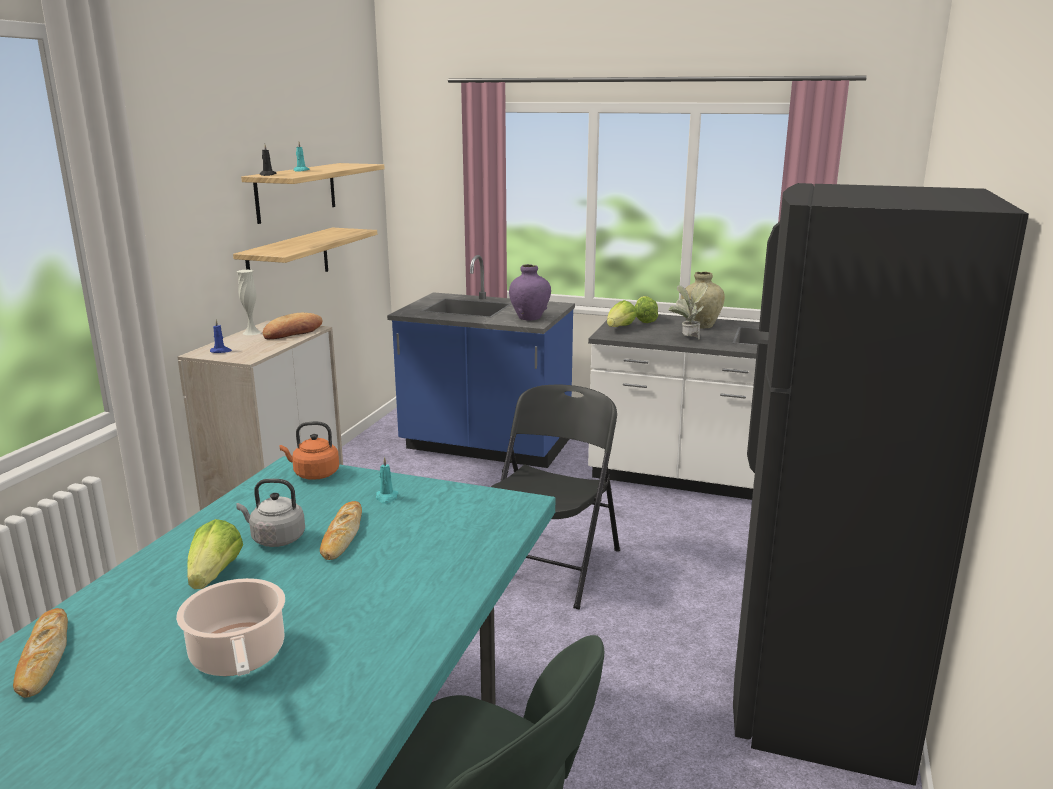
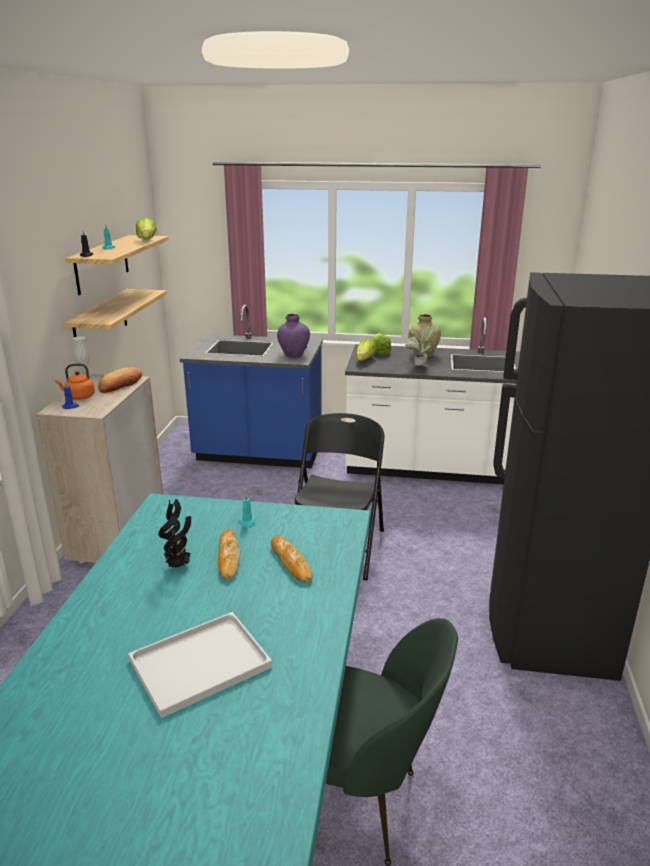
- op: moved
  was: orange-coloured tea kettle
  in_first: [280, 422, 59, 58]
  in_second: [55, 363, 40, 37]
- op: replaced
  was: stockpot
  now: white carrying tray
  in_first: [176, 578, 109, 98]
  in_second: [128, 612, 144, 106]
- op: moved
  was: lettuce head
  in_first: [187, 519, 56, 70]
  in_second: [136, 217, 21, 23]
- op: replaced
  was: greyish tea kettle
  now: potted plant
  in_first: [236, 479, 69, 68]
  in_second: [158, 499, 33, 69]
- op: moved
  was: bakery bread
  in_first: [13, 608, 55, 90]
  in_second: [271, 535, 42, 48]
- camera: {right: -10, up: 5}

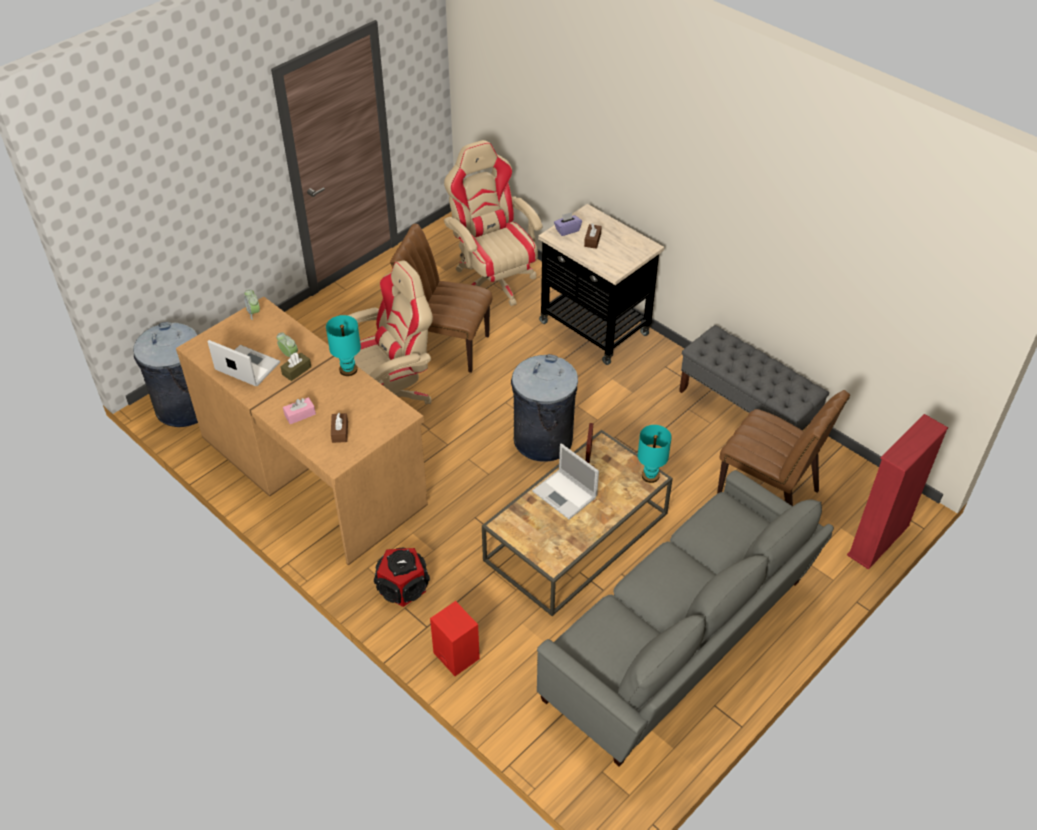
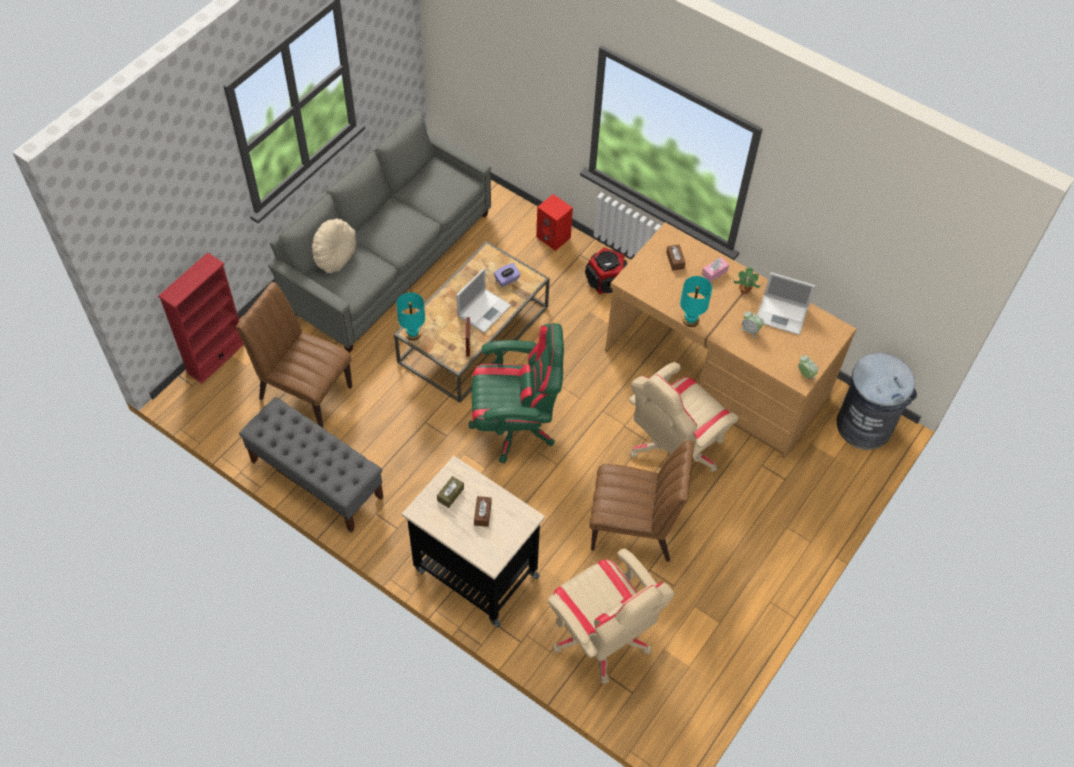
- op: added
  now: sand-coloured cushion
  in_second: [312, 219, 44, 54]
- op: moved
  was: brown tissue box
  in_first: [280, 353, 31, 28]
  in_second: [437, 476, 27, 32]
- op: turned
  was: notebook computer
  in_first: [532, 443, 67, 77]
  in_second: [456, 268, 55, 65]
  clockwise: 90
- op: replaced
  was: greyish waste bin
  now: greenish desk chair
  in_first: [511, 354, 67, 107]
  in_second: [469, 323, 95, 140]
- op: moved
  was: purple-coloured tissue box
  in_first: [554, 212, 28, 24]
  in_second: [494, 263, 27, 24]
- op: added
  now: potted plant
  in_second: [733, 267, 29, 27]
- camera: {right: 170, up: 10}

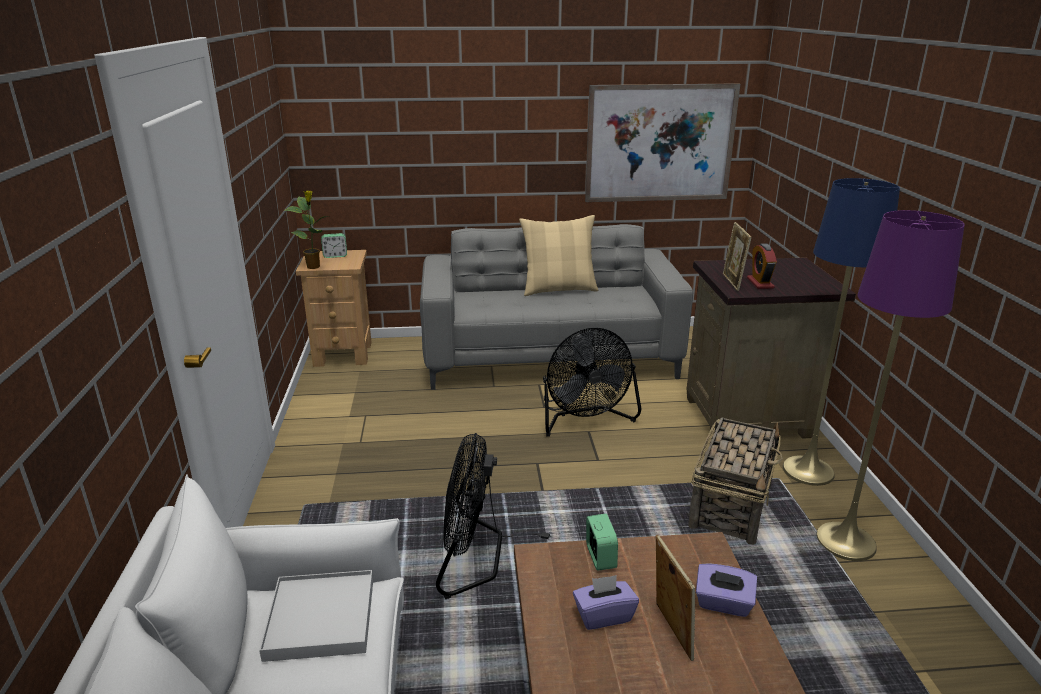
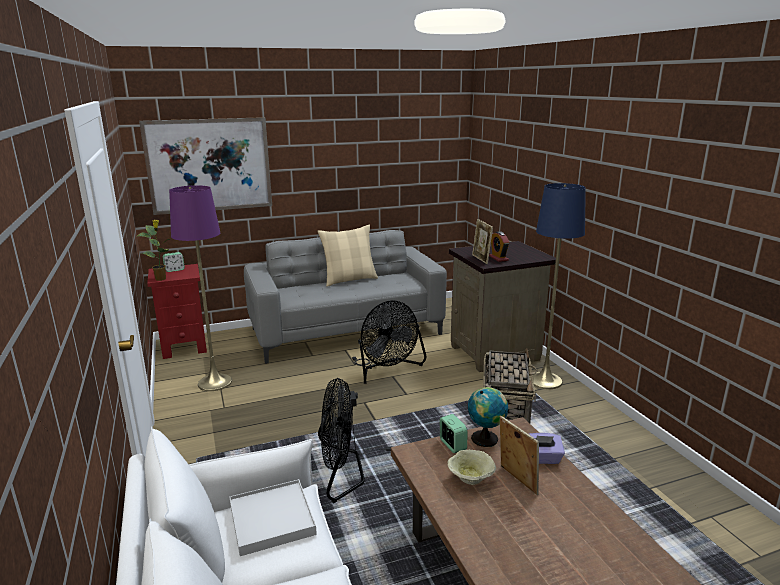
- op: moved
  was: wall art
  in_first: [585, 83, 155, 119]
  in_second: [139, 117, 133, 98]
- op: recoloured
  was: sand-coloured bedside table
  now: red bedside table
  in_first: [296, 250, 76, 117]
  in_second: [147, 264, 60, 95]
- op: moved
  was: purple-coloured standard lamp
  in_first: [817, 210, 148, 351]
  in_second: [169, 185, 63, 206]
- op: replaced
  was: purple-coloured tissue box
  now: sand-coloured deep dish
  in_first: [573, 575, 66, 55]
  in_second: [447, 450, 49, 35]
- op: added
  now: globe
  in_second: [468, 387, 40, 60]
- camera: {right: -15, up: -5}

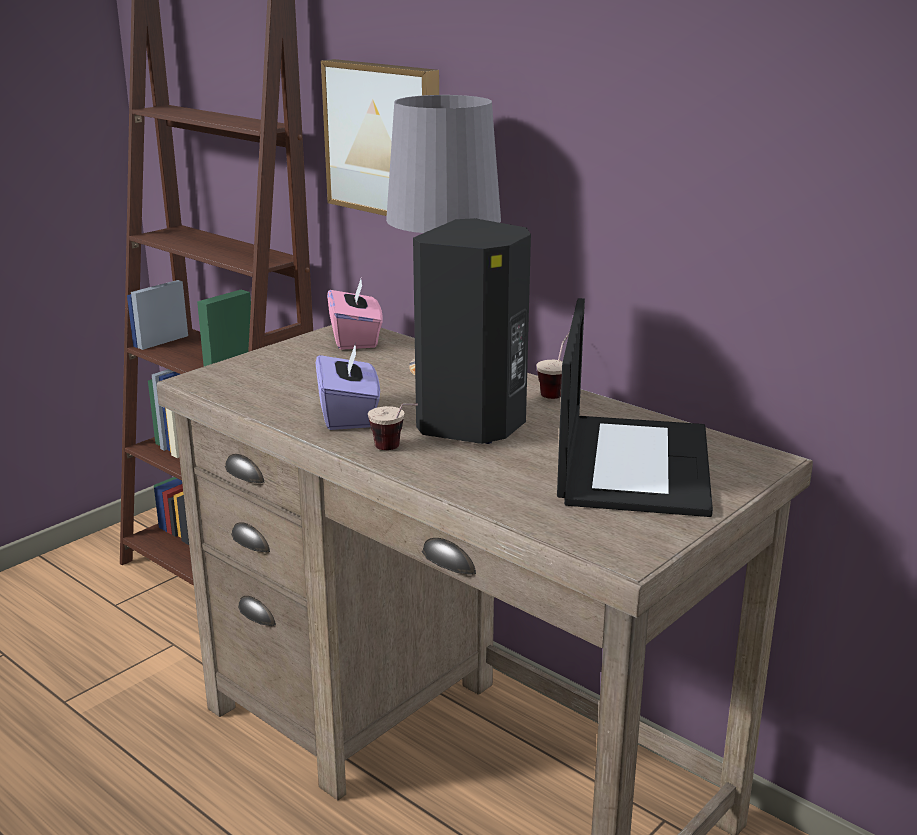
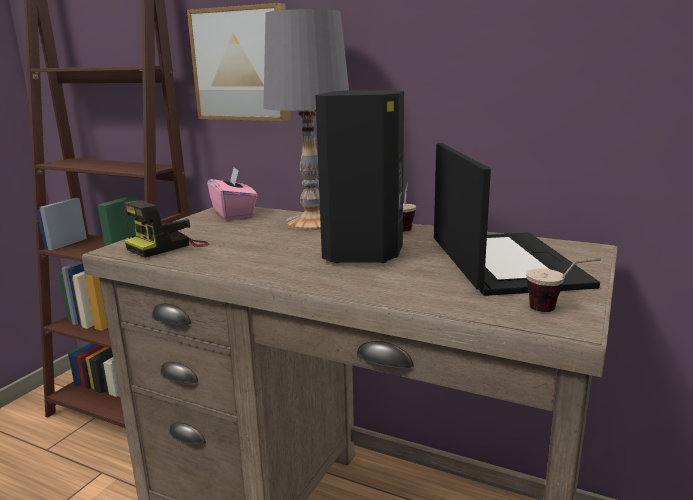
- op: added
  now: photo camera
  in_second: [124, 200, 85, 58]
- op: moved
  was: small cup
  in_first: [368, 403, 50, 47]
  in_second: [526, 258, 75, 54]
- op: removed
  was: purple-coloured tissue box
  in_first: [316, 342, 64, 88]
- camera: {right: -15, up: -5}

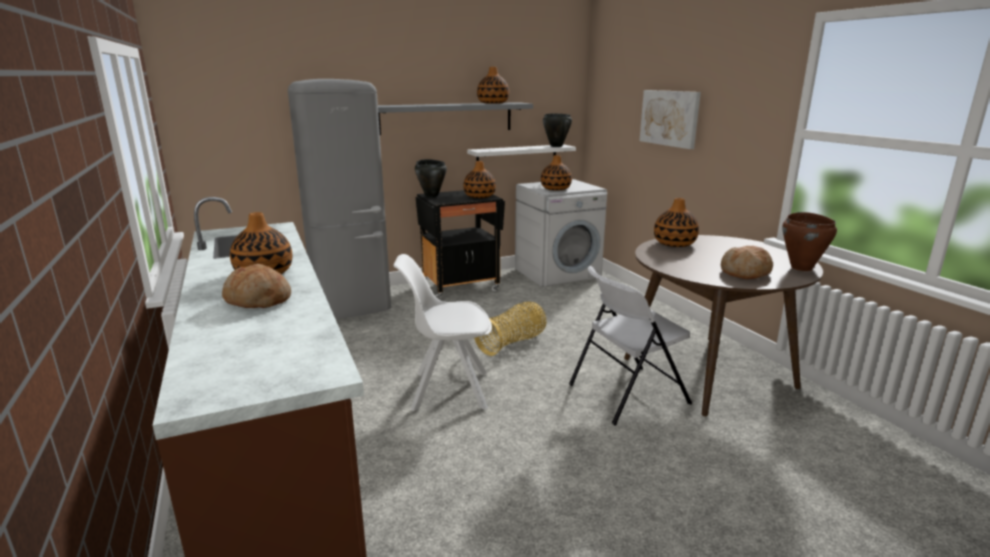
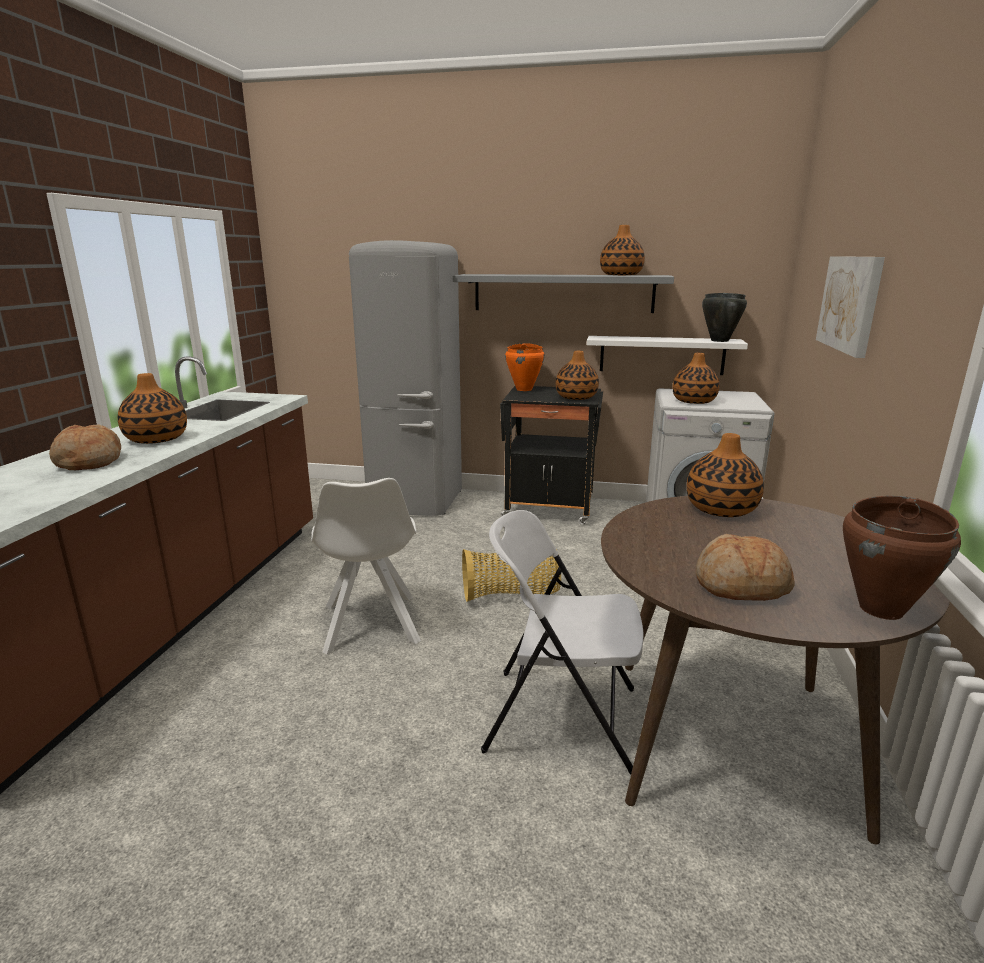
- op: turned
  was: white plain chair
  in_first: [393, 254, 99, 157]
  in_second: [311, 478, 110, 177]
  clockwise: -135
- op: recoloured
  was: blackish stockpot
  now: orange-coloured stockpot
  in_first: [415, 159, 32, 38]
  in_second: [505, 343, 40, 48]
- camera: {right: 35, up: 0}

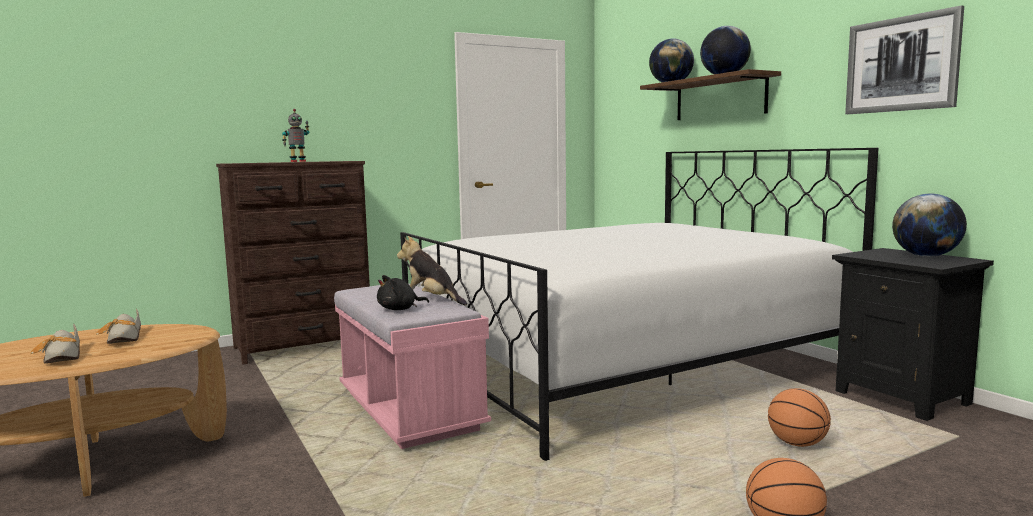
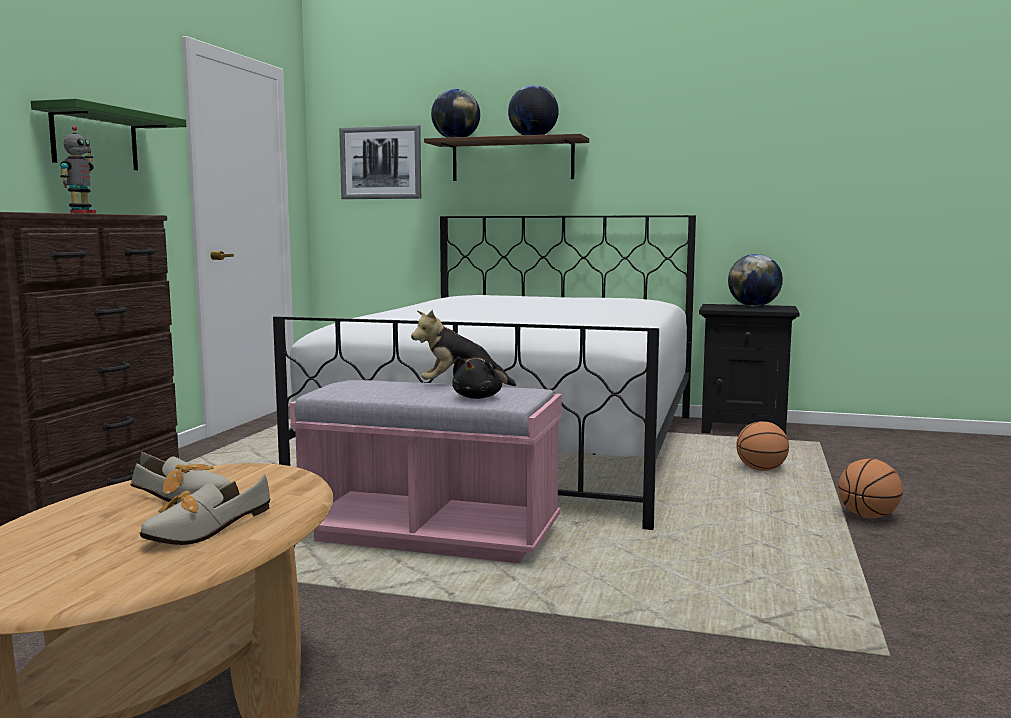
- op: added
  now: greenish shelf
  in_second: [31, 99, 155, 71]
- op: turned
  was: low shoe
  in_first: [30, 324, 50, 40]
  in_second: [139, 475, 131, 70]
  clockwise: 105
- op: moved
  was: wall art
  in_first: [845, 5, 119, 109]
  in_second: [339, 125, 82, 74]
- camera: {right: -45, up: 0}

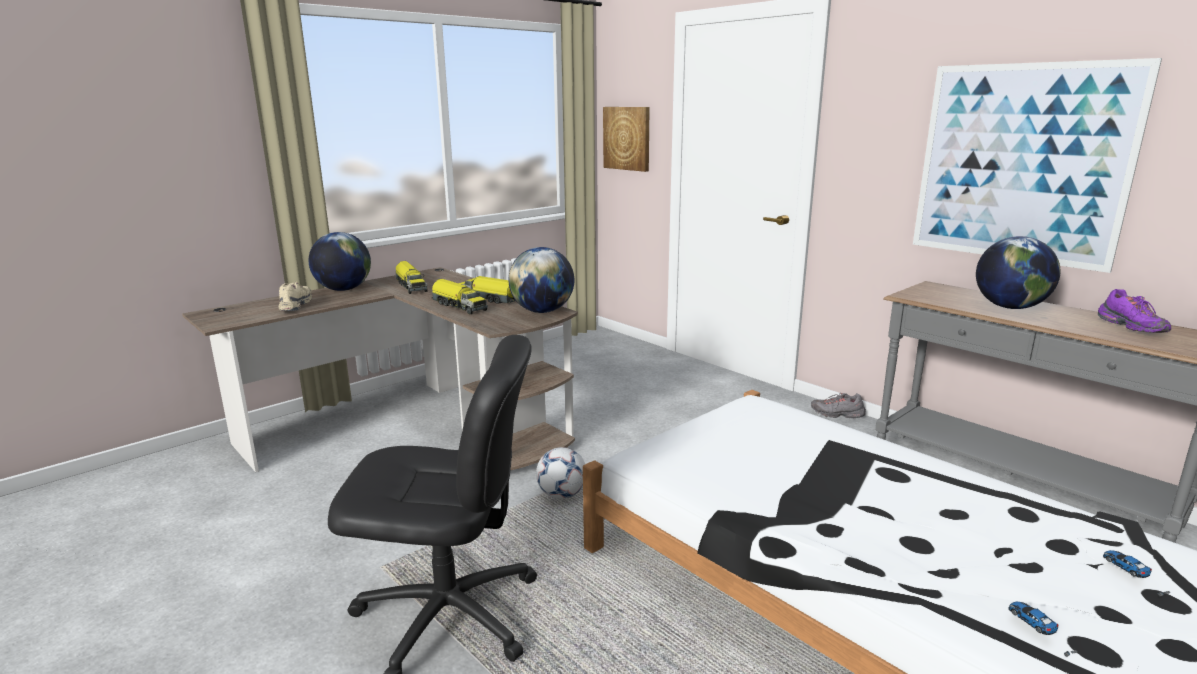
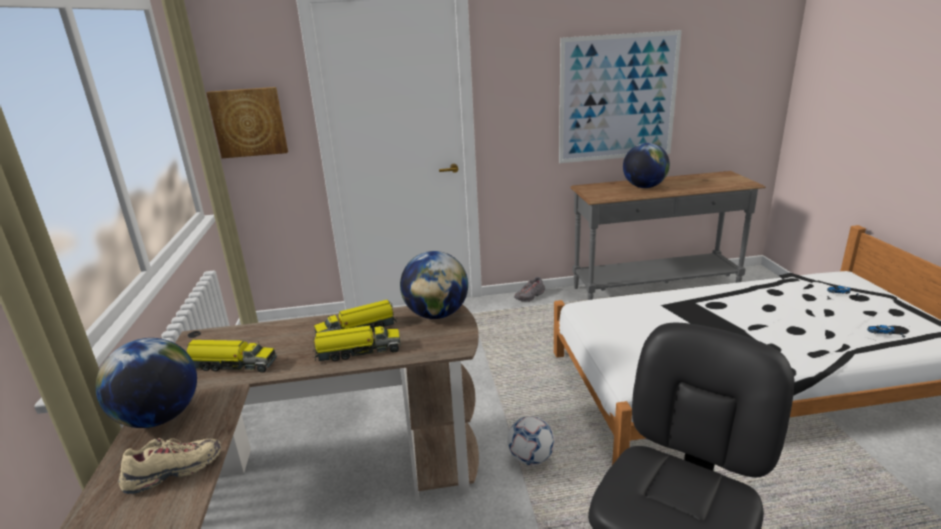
- op: turned
  was: sand-coloured low shoe
  in_first: [278, 282, 34, 29]
  in_second: [118, 438, 103, 56]
  clockwise: 120
- op: removed
  was: purple-coloured low shoe
  in_first: [1098, 289, 73, 44]
- camera: {right: -55, up: 5}

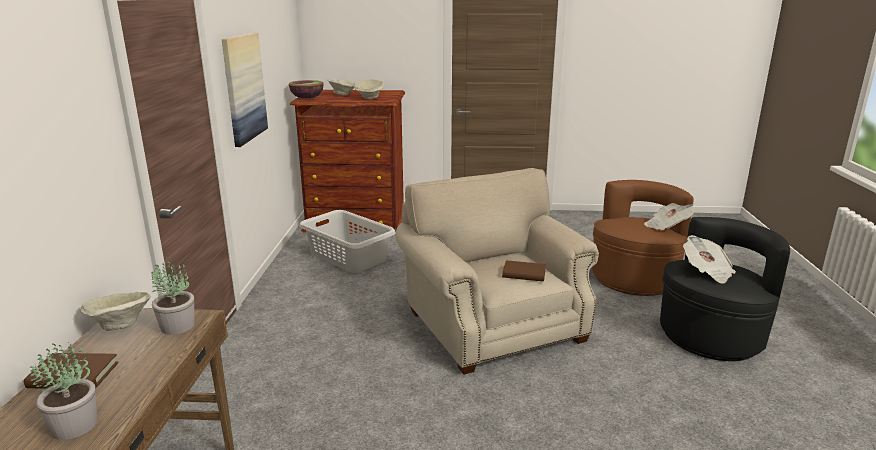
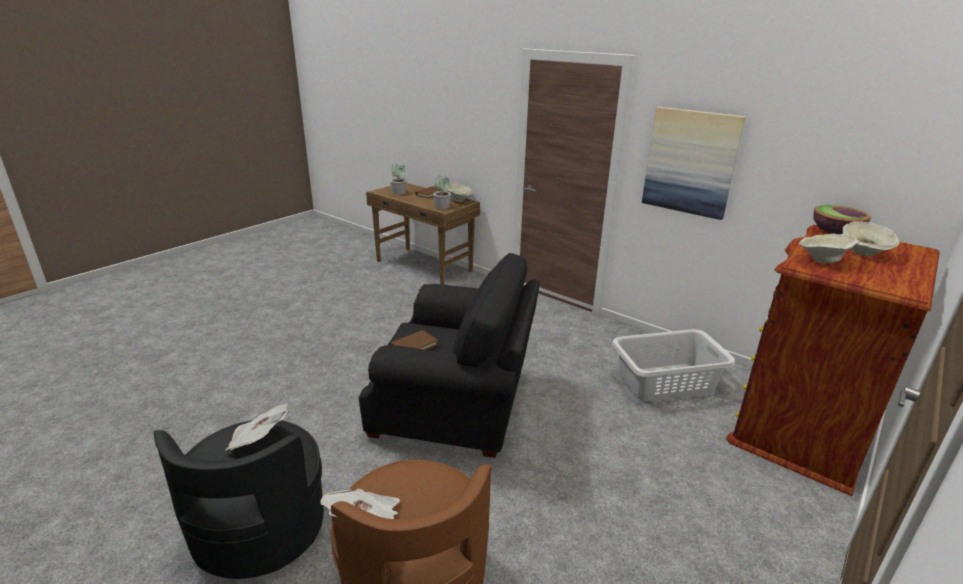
- op: recoloured
  was: sand-coloured easy chair
  now: blackish easy chair
  in_first: [395, 168, 204, 207]
  in_second: [359, 253, 181, 205]
- camera: {right: 125, up: 5}

